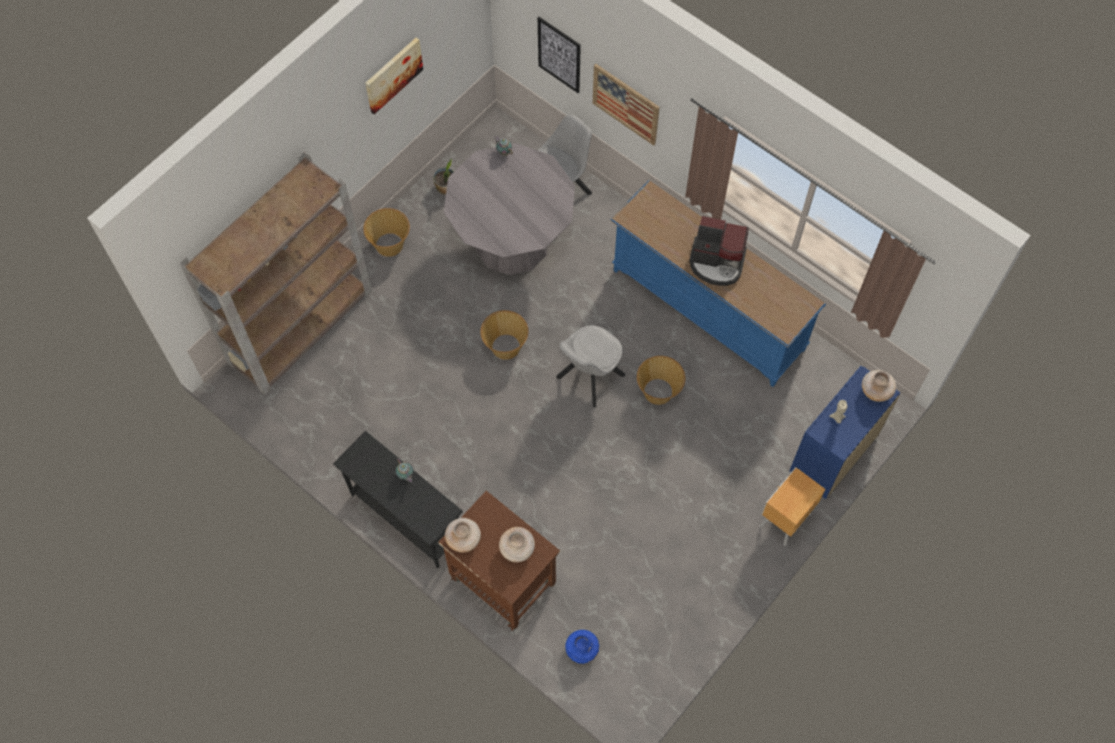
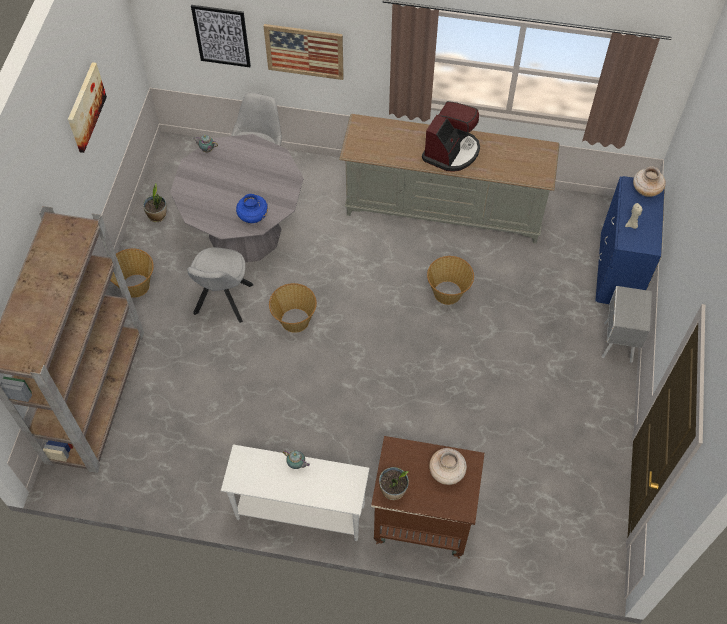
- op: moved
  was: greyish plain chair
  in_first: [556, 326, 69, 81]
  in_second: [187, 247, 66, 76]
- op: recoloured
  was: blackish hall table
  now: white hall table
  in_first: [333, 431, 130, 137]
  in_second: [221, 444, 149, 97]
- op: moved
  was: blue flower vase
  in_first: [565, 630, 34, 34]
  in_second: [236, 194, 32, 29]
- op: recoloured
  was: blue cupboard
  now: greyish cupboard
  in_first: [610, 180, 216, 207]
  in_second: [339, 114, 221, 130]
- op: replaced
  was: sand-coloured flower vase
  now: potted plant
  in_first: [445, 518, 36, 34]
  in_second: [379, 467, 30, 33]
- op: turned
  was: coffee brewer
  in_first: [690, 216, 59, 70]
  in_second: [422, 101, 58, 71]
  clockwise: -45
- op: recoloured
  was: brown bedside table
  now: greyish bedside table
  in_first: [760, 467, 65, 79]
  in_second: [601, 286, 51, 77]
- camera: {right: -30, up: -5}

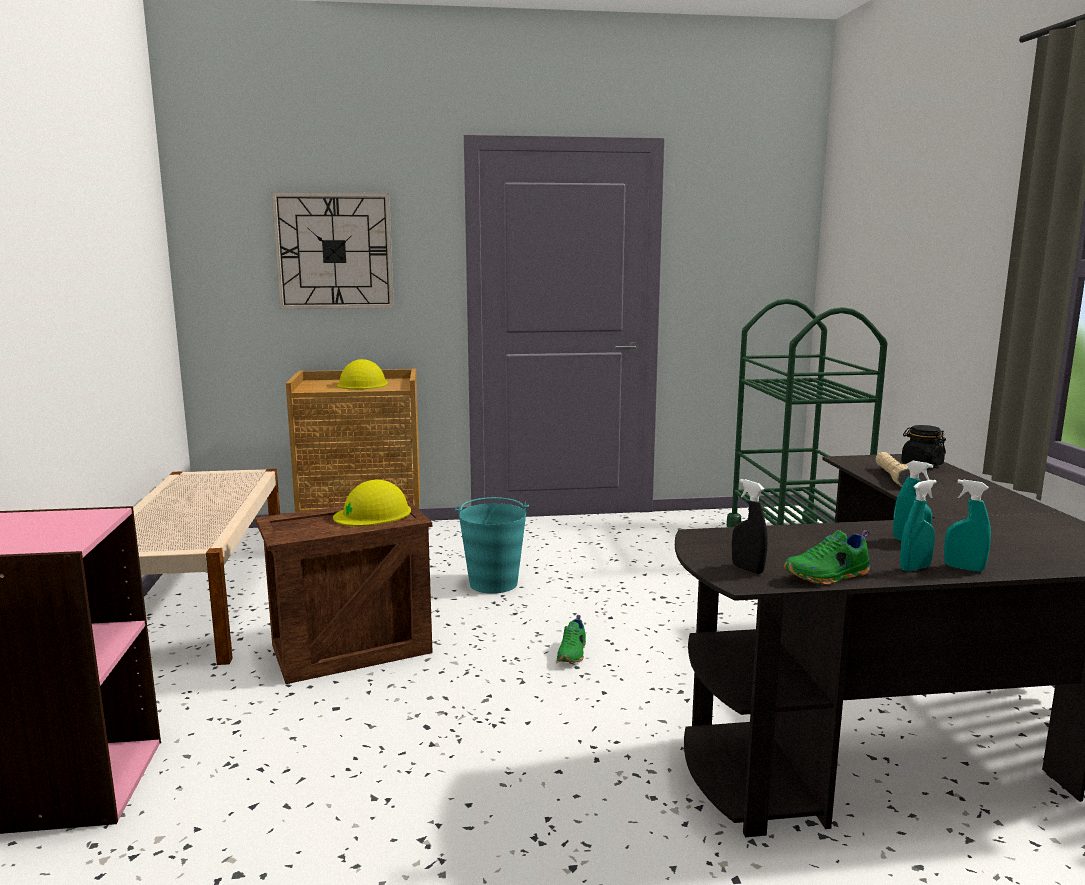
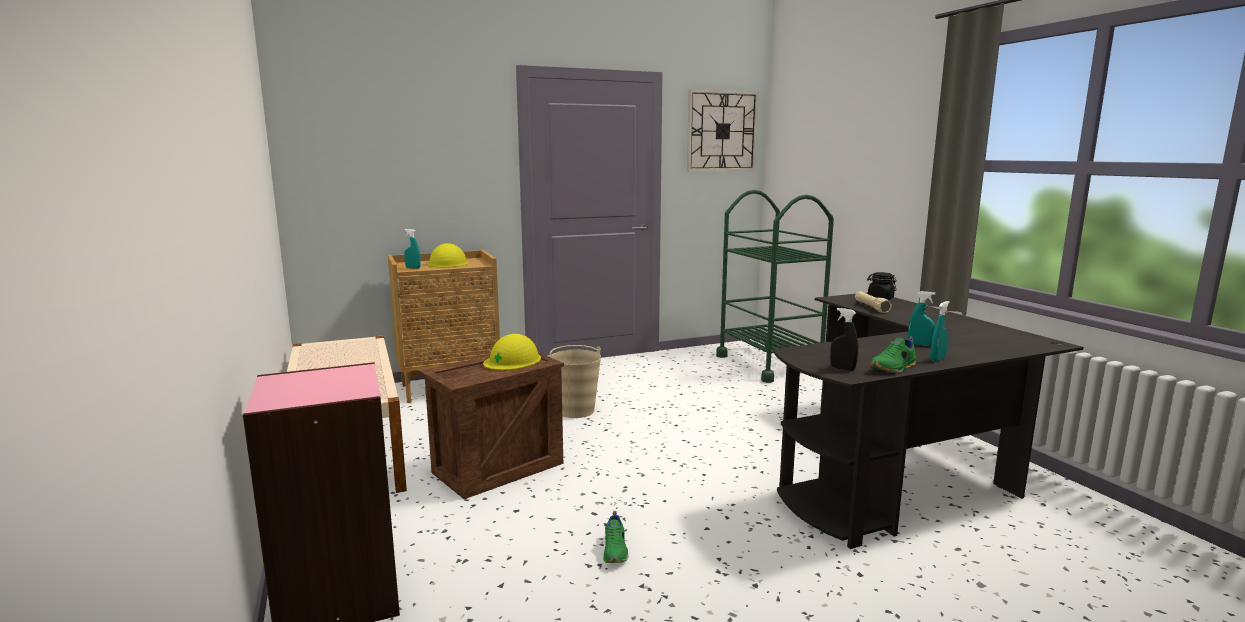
- op: moved
  was: turquoise spray bottle
  in_first: [944, 480, 47, 92]
  in_second: [404, 229, 17, 40]
- op: recoloured
  was: turquoise pail
  now: sand-coloured pail
  in_first: [455, 497, 74, 97]
  in_second: [547, 345, 54, 73]
- op: moved
  was: greenish low shoe
  in_first: [557, 615, 29, 48]
  in_second: [603, 511, 25, 52]
- op: moved
  was: hanging clock
  in_first: [271, 192, 123, 117]
  in_second: [687, 89, 72, 82]
- camera: {right: -15, up: 0}

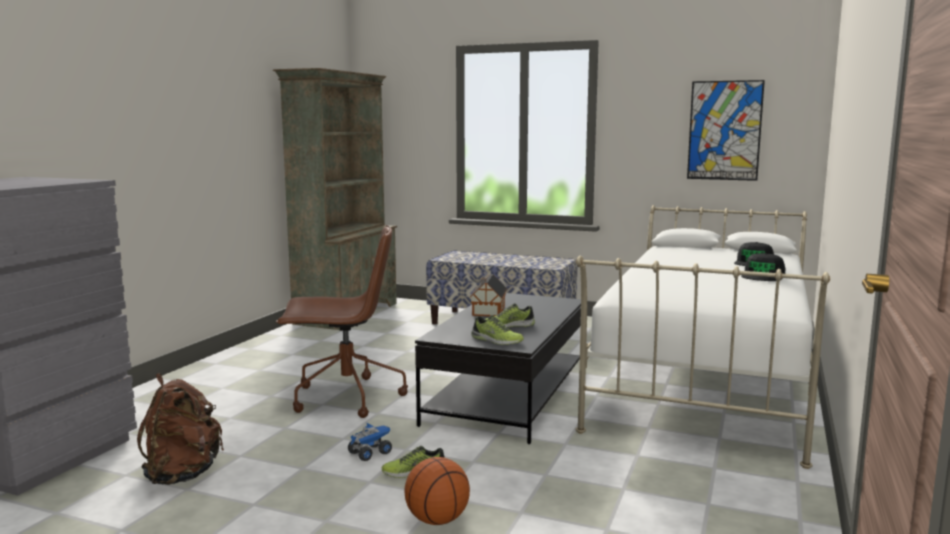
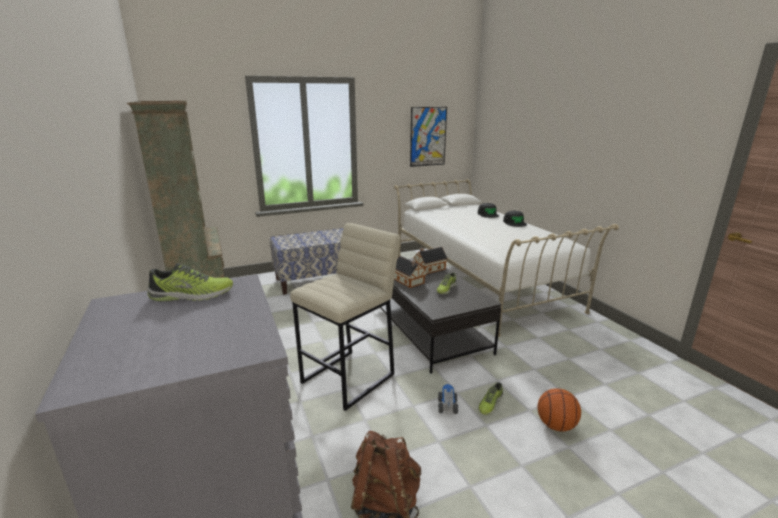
- op: moved
  was: low shoe
  in_first: [471, 315, 53, 30]
  in_second: [147, 263, 86, 39]
- op: replaced
  was: brown desk chair
  now: sand-coloured stool seat
  in_first: [276, 225, 132, 193]
  in_second: [290, 223, 110, 188]
- op: added
  now: miniature house
  in_second: [413, 247, 35, 27]
- camera: {right: -45, up: 10}

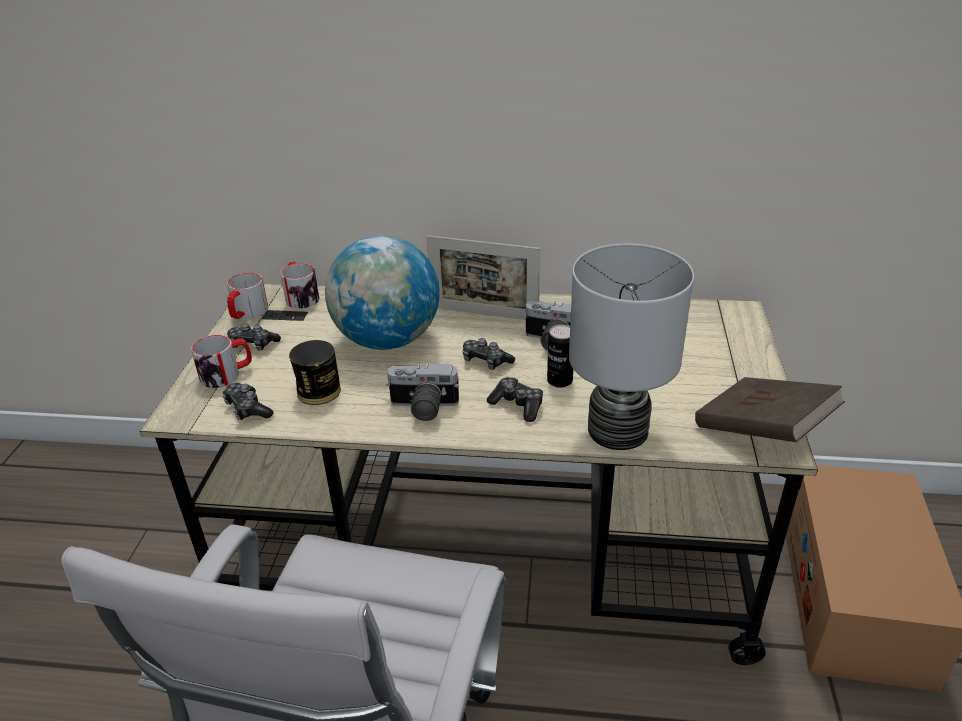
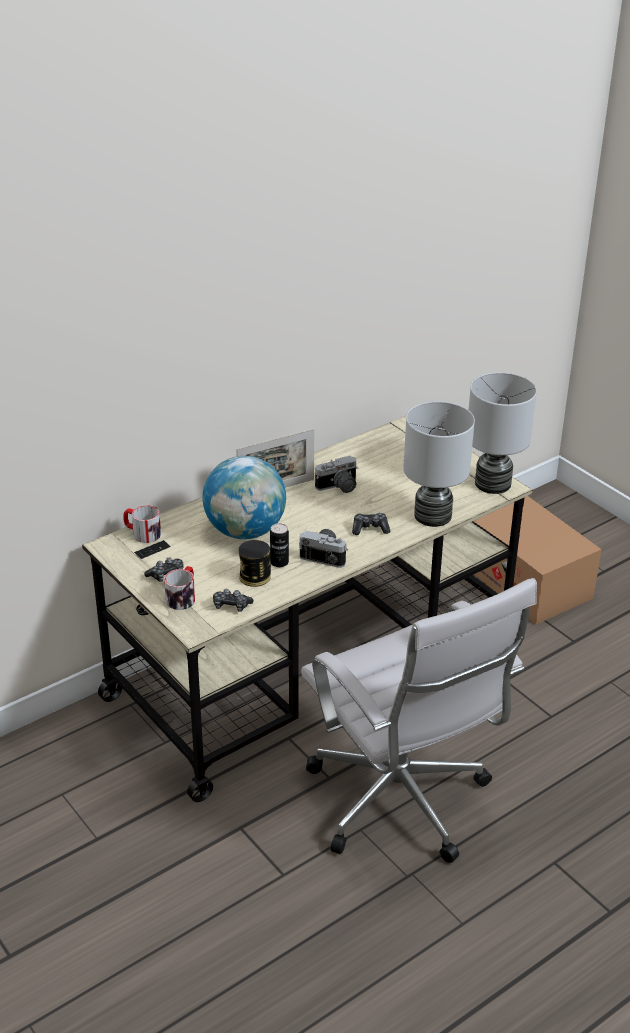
- op: moved
  was: metal can
  in_first: [547, 325, 26, 63]
  in_second: [270, 523, 19, 44]
- op: turned
  was: photo camera
  in_first: [386, 363, 73, 58]
  in_second: [299, 529, 49, 39]
  clockwise: -120
- op: replaced
  was: brown bound book
  now: greyish table lamp
  in_first: [695, 377, 150, 65]
  in_second: [469, 372, 68, 122]
- op: removed
  was: mug
  in_first: [227, 273, 41, 46]
- op: removed
  was: joypad
  in_first: [463, 338, 52, 32]
- camera: {right: -45, up: 0}

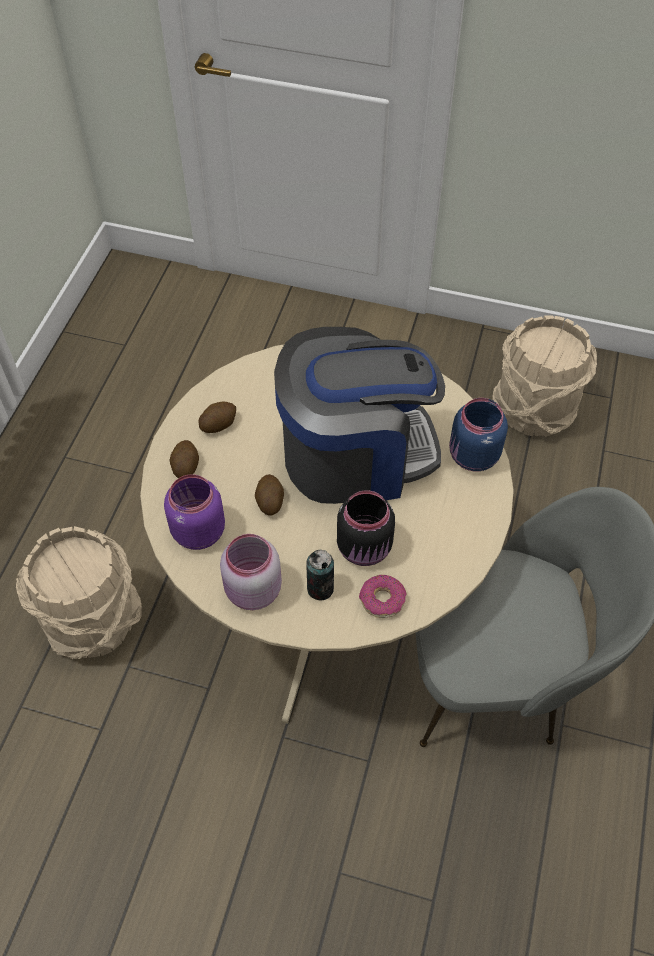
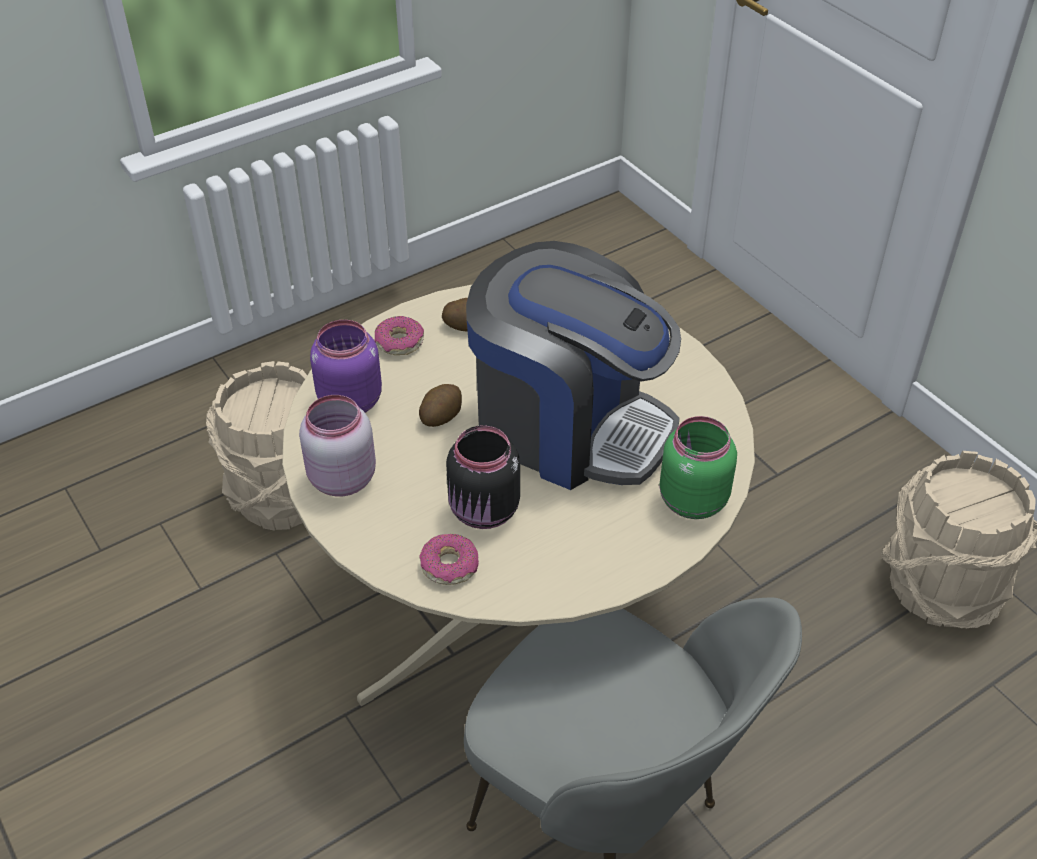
- op: replaced
  was: whole potato
  now: ring doughnut
  in_first: [170, 440, 29, 38]
  in_second: [375, 316, 49, 39]
- op: recoloured
  was: blue storage jar
  now: greenish storage jar
  in_first: [449, 398, 59, 73]
  in_second: [659, 416, 78, 103]
- op: removed
  was: metal can
  in_first: [306, 550, 28, 51]
- camera: {right: 40, up: -10}

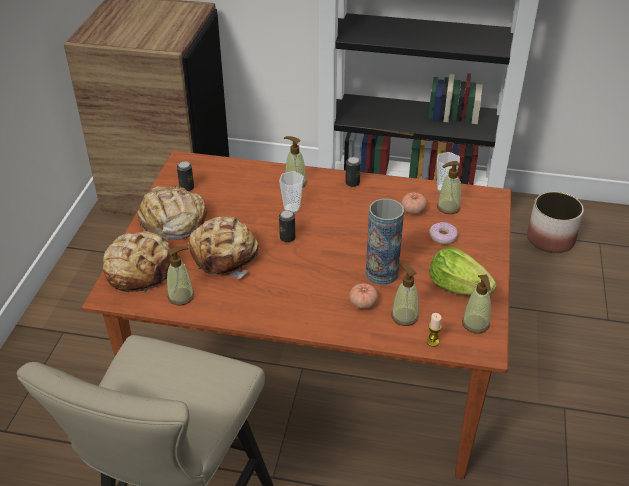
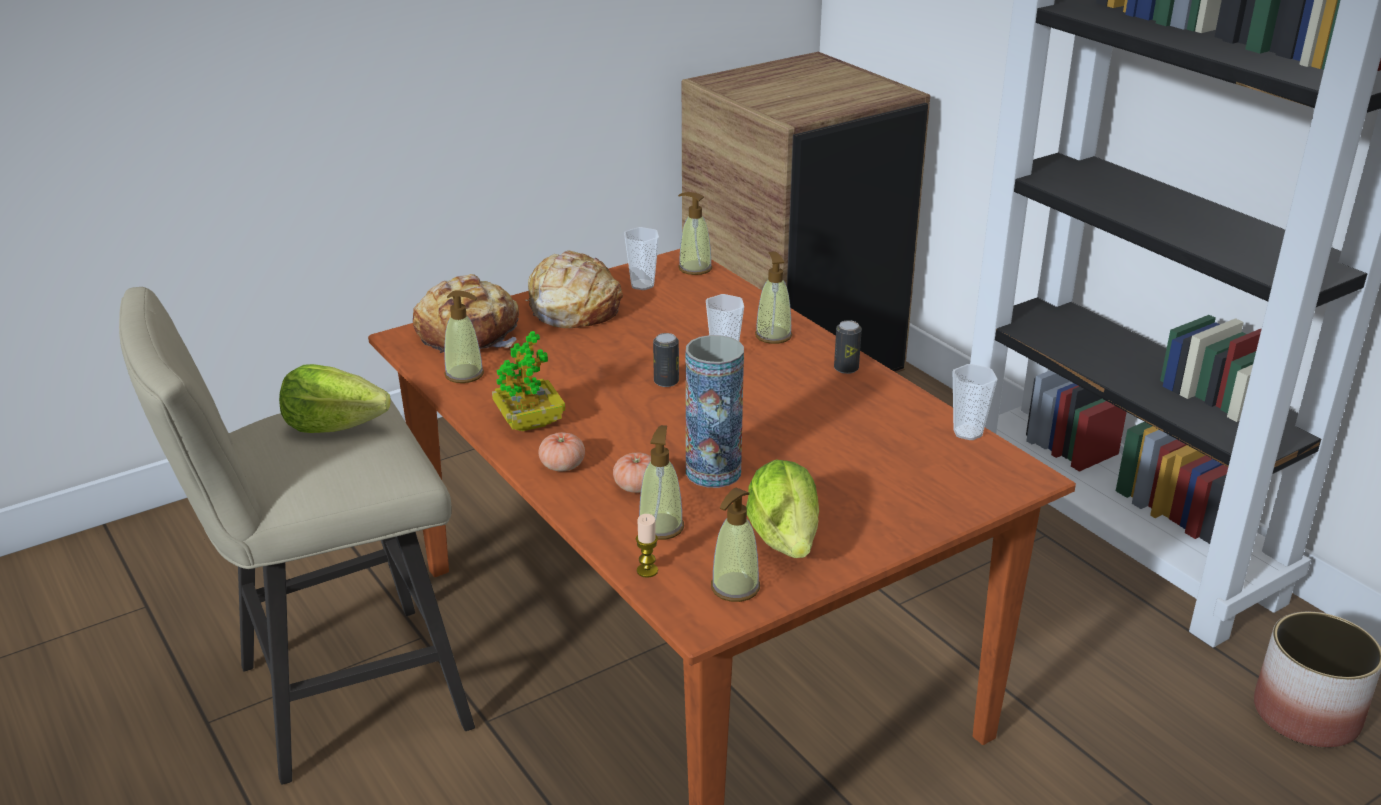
- op: added
  now: lettuce head
  in_second: [279, 364, 112, 69]
- op: added
  now: potted plant
  in_second: [492, 331, 73, 100]
- op: moved
  was: whole tomato
  in_first: [402, 192, 25, 22]
  in_second: [539, 432, 46, 40]
- op: replaced
  was: metal can
  now: small cup
  in_first: [177, 161, 17, 30]
  in_second: [624, 227, 35, 63]
- op: moved
  was: soap dispenser
  in_first: [437, 161, 24, 53]
  in_second: [678, 192, 34, 83]
- op: removed
  was: bakery bread
  in_first: [187, 217, 73, 62]
- op: removed
  was: ring doughnut
  in_first: [429, 222, 29, 22]
- camera: {right: 45, up: -10}

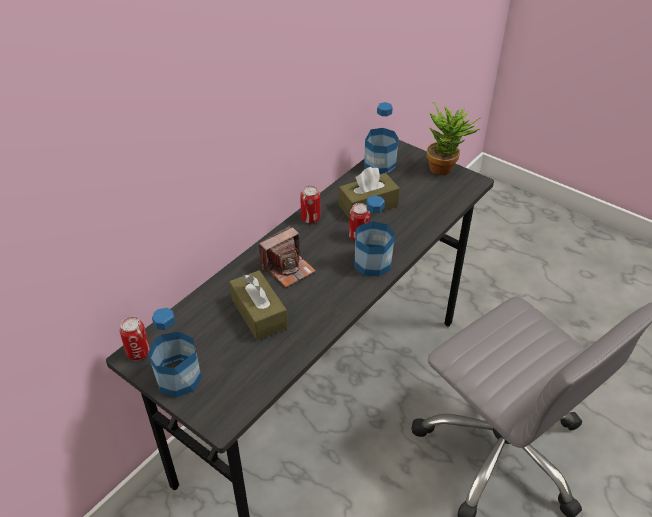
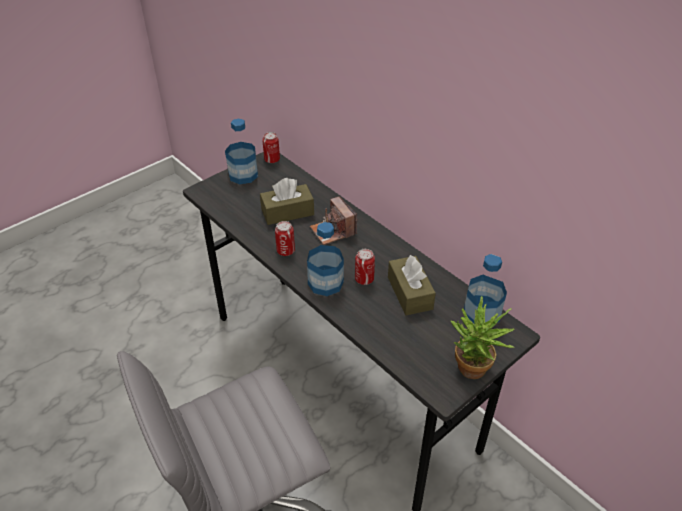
- op: moved
  was: metal can
  in_first: [300, 186, 21, 37]
  in_second: [275, 221, 20, 35]
- camera: {right: 100, up: 0}

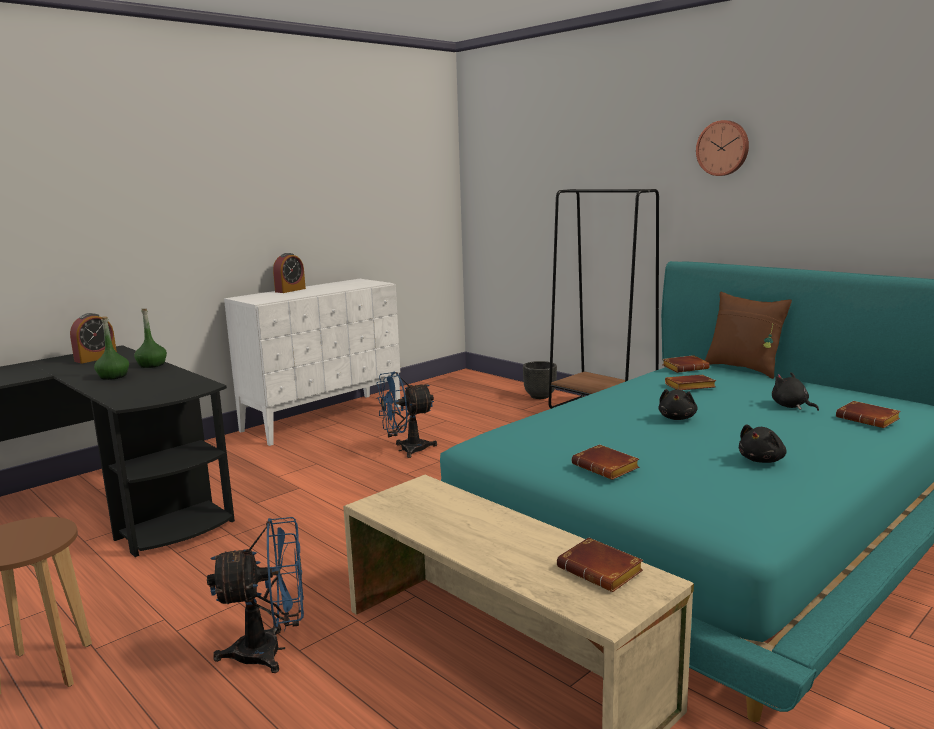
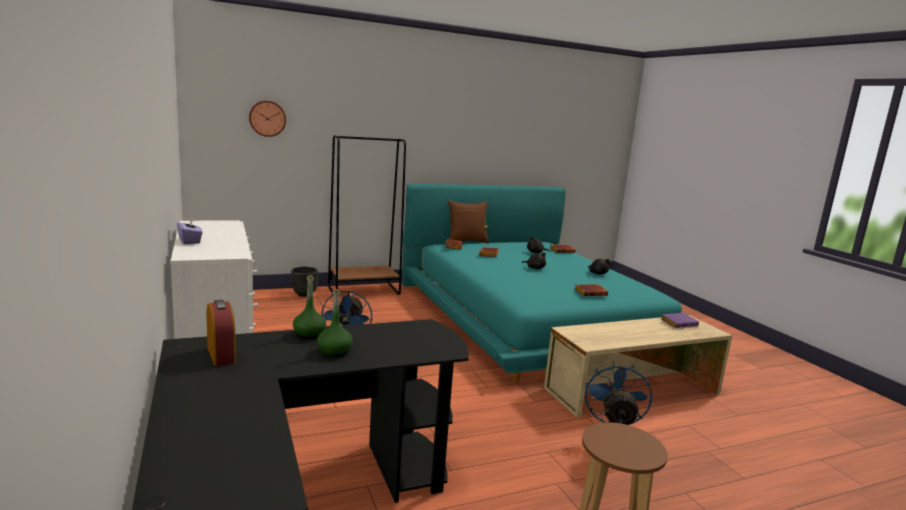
- op: replaced
  was: bedside clock
  now: purple-coloured tissue box
  in_first: [273, 253, 33, 40]
  in_second: [177, 218, 26, 26]
- op: moved
  was: hanging clock
  in_first: [696, 120, 53, 56]
  in_second: [249, 101, 37, 36]
- op: recoloured
  was: brown bound book
  now: purple-coloured bound book
  in_first: [557, 537, 86, 55]
  in_second: [661, 313, 38, 15]
- camera: {right: -70, up: 0}

